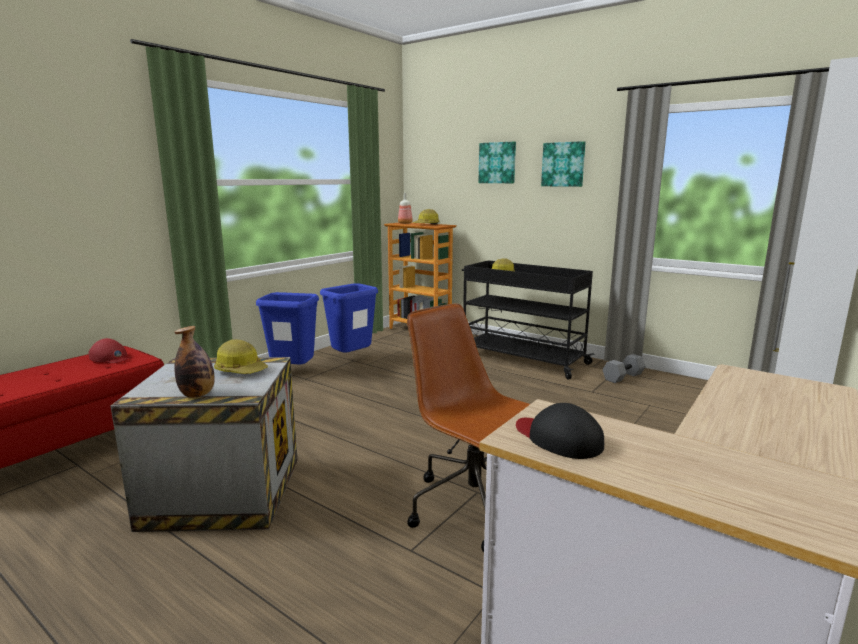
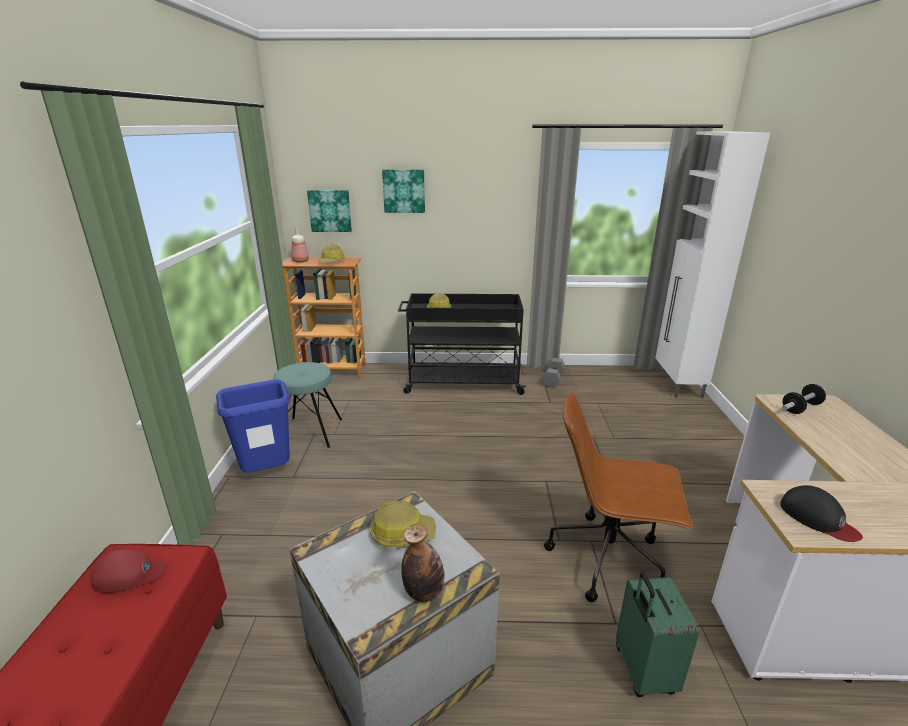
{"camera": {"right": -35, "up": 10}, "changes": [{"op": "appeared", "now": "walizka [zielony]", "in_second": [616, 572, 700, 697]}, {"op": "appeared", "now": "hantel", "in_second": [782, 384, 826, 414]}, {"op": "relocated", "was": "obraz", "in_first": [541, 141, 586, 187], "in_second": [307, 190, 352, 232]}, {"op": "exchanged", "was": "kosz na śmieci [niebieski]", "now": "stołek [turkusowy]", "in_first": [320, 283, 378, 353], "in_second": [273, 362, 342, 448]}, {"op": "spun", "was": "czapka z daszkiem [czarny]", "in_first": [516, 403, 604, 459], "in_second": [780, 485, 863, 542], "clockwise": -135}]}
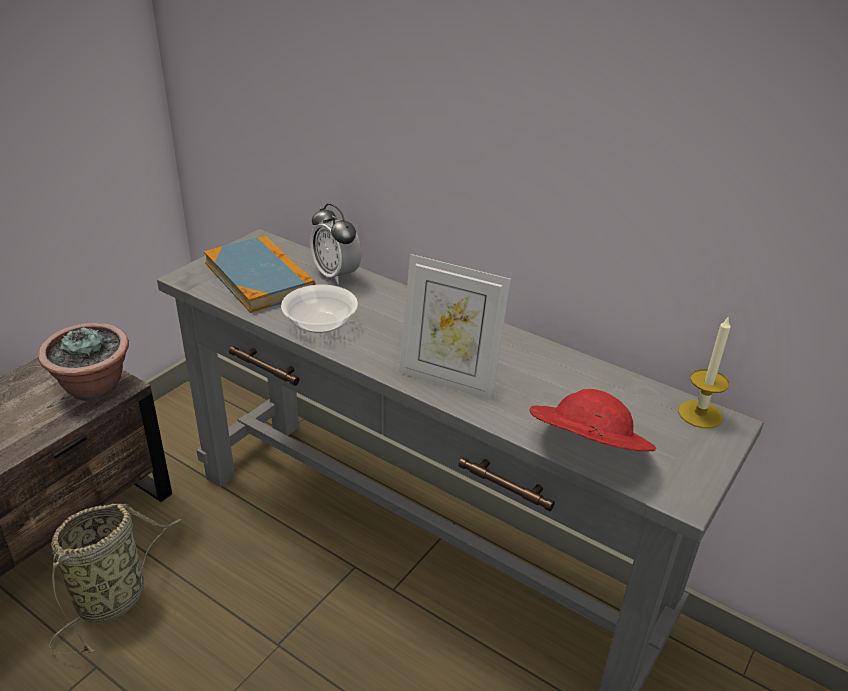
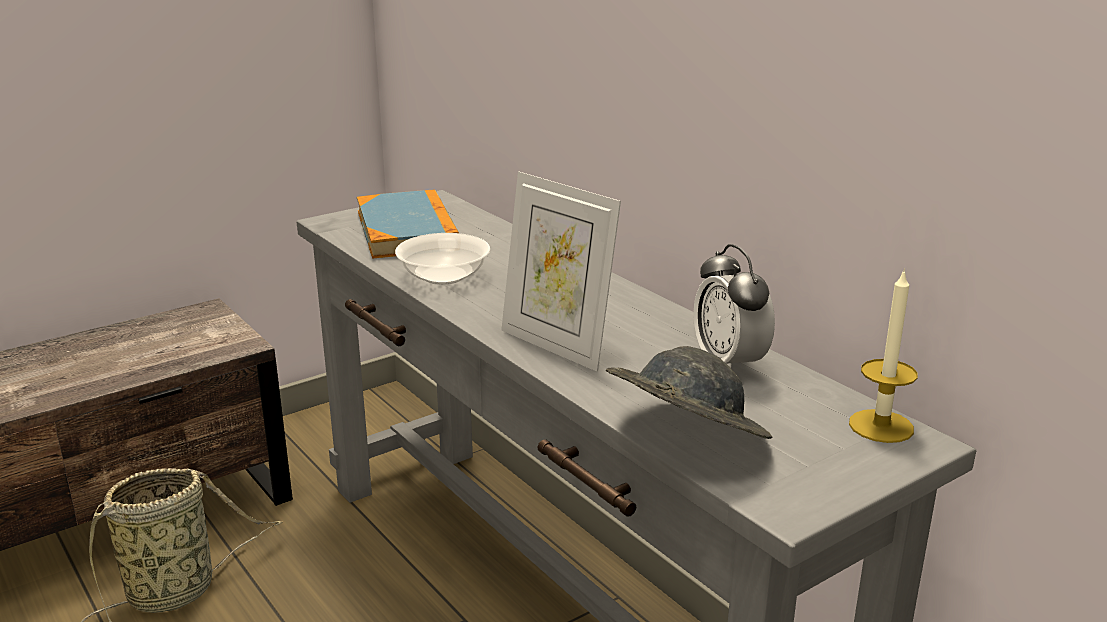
{"camera": {"right": 20, "up": -10}, "changes": [{"op": "missing", "was": "roślina doniczkowa", "in_first": [38, 323, 129, 401]}, {"op": "relocated", "was": "budzik", "in_first": [310, 203, 361, 284], "in_second": [693, 244, 775, 368]}, {"op": "colour", "was": "kapelusz [czerwony]", "now": "kapelusz [szary]", "in_first": [529, 389, 656, 451], "in_second": [606, 346, 772, 439]}]}
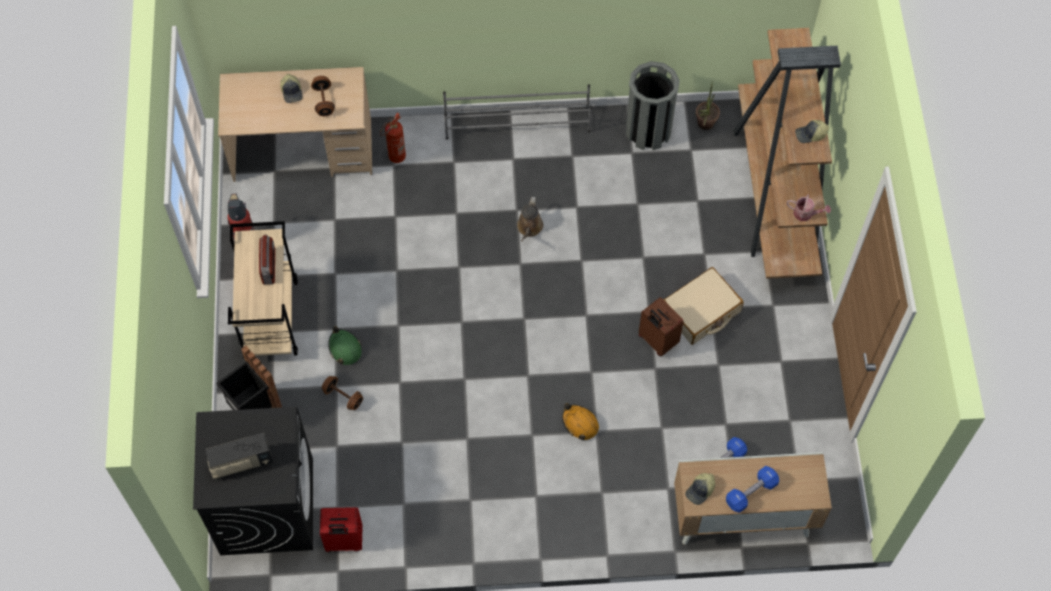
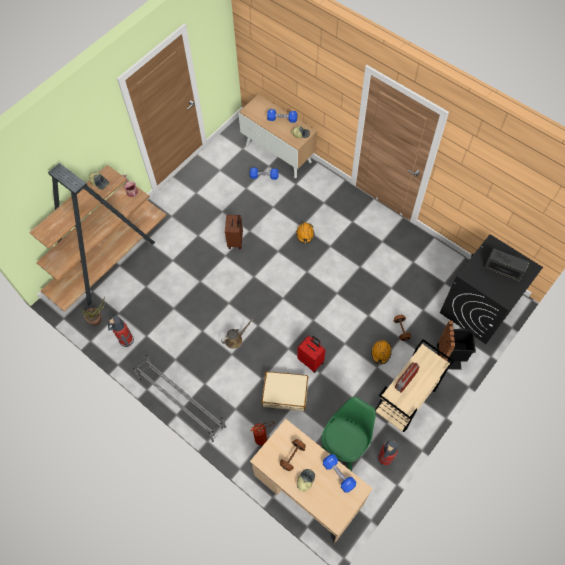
{"camera": {"right": -135, "up": 0}, "changes": [{"op": "appeared", "now": "krzesło [zielony]", "in_second": [321, 397, 376, 471]}, {"op": "appeared", "now": "hantel [niebieski]", "in_second": [323, 454, 356, 493]}, {"op": "relocated", "was": "walizka [czerwony]", "in_first": [320, 507, 363, 552], "in_second": [297, 336, 325, 373]}, {"op": "relocated", "was": "walizka [beżowy]", "in_first": [663, 267, 744, 345], "in_second": [262, 371, 308, 411]}, {"op": "exchanged", "was": "kosz na śmieci [szary]", "now": "gaśnica", "in_first": [626, 61, 680, 150], "in_second": [108, 316, 134, 347]}, {"op": "colour", "was": "kask [zielony]", "now": "kask [pomarańczowy]", "in_first": [328, 326, 362, 365], "in_second": [371, 340, 392, 364]}]}
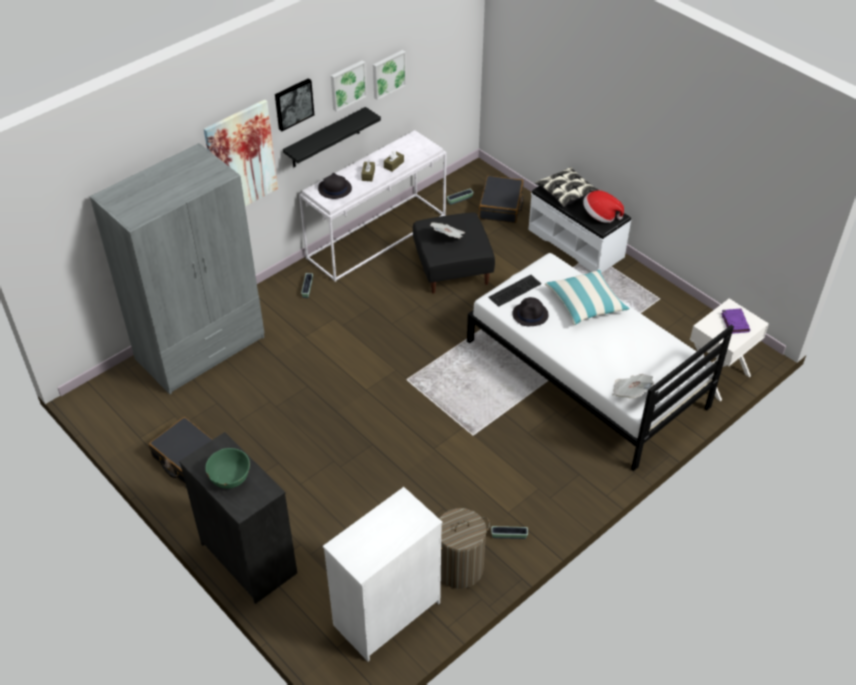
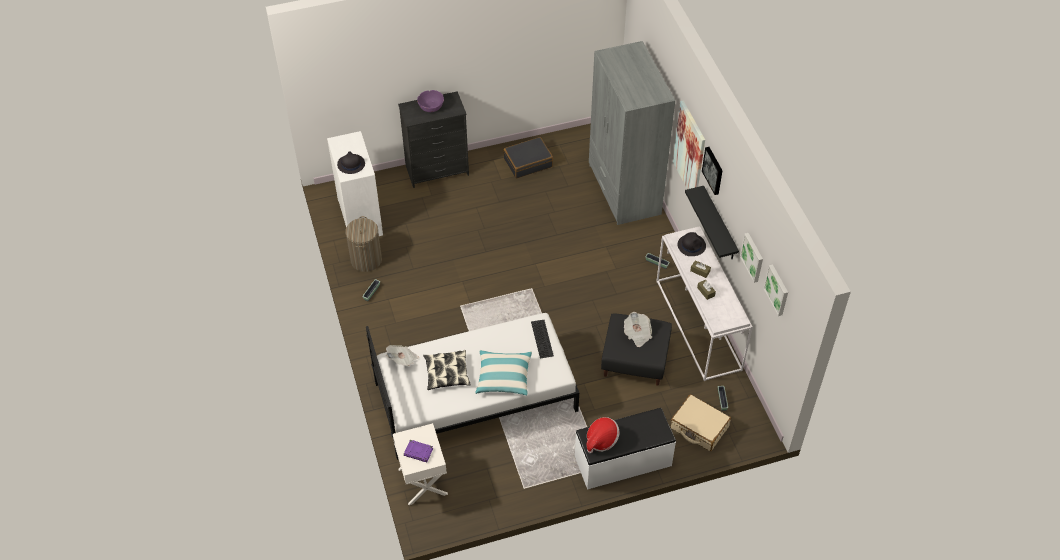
{"camera": {"right": 115, "up": 5}, "changes": [{"op": "relocated", "was": "obraz", "in_first": [331, 60, 367, 112], "in_second": [763, 264, 788, 316]}, {"op": "relocated", "was": "kapelusz [czarny]", "in_first": [512, 297, 549, 326], "in_second": [337, 151, 365, 174]}, {"op": "relocated", "was": "poduszka", "in_first": [535, 167, 598, 208], "in_second": [423, 350, 471, 390]}, {"op": "colour", "was": "miska [zielony]", "now": "miska [fioletowy]", "in_first": [205, 448, 250, 489], "in_second": [417, 90, 444, 112]}, {"op": "colour", "was": "walizka [czarny]", "now": "walizka [beżowy]", "in_first": [479, 176, 524, 223], "in_second": [670, 394, 731, 451]}]}
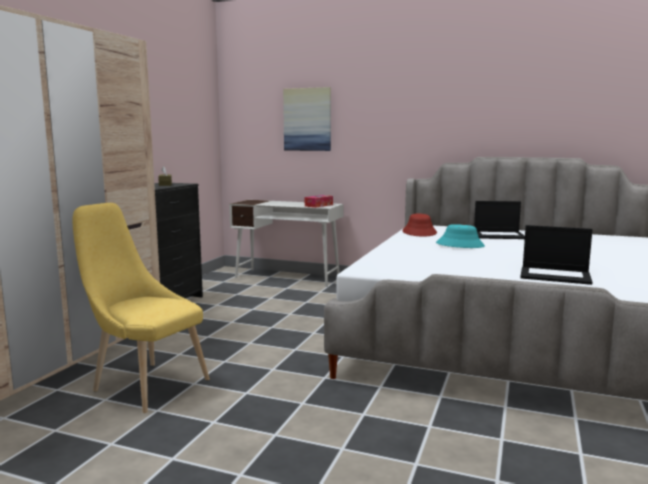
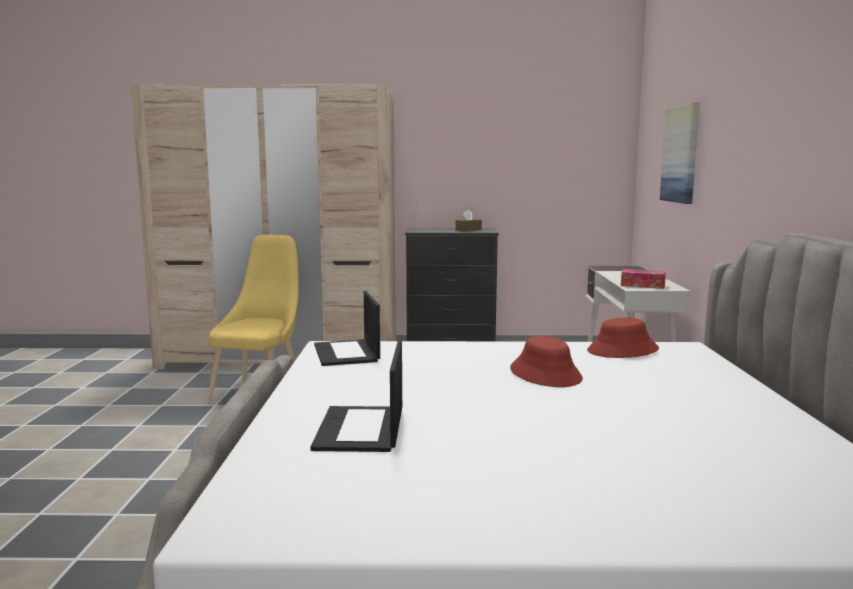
{"camera": {"right": 70, "up": 0}, "changes": [{"op": "relocated", "was": "laptop", "in_first": [474, 201, 525, 239], "in_second": [314, 291, 380, 366]}, {"op": "colour", "was": "kapelusz [turkusowy]", "now": "kapelusz [czerwony]", "in_first": [436, 224, 485, 248], "in_second": [510, 336, 583, 387]}]}
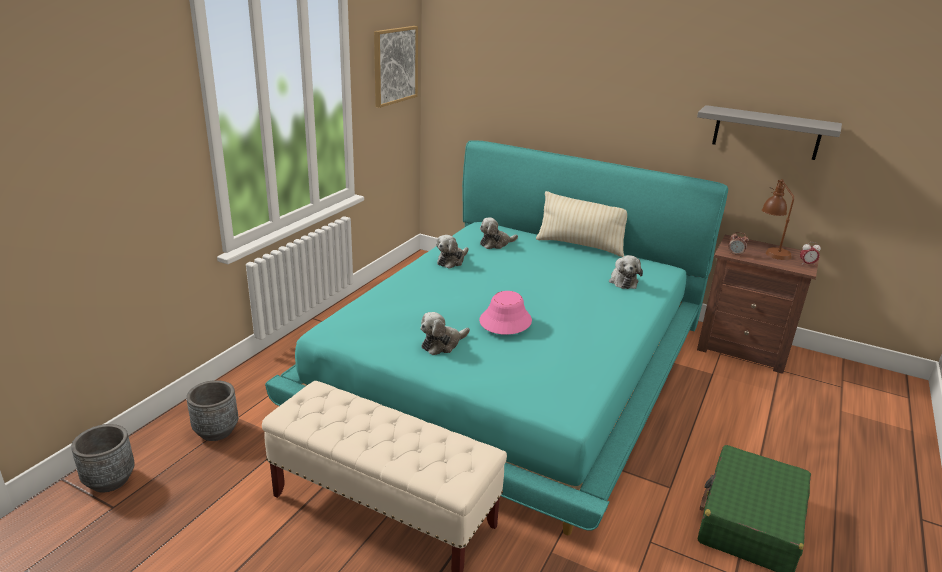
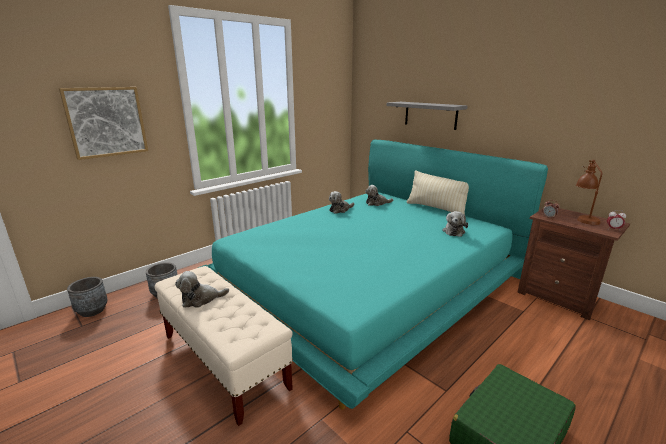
{"camera": {"right": 20, "up": -5}, "changes": [{"op": "missing", "was": "kapelusz [różowy]", "in_first": [479, 291, 532, 335]}, {"op": "relocated", "was": "obraz", "in_first": [374, 26, 418, 108], "in_second": [59, 87, 148, 160]}, {"op": "relocated", "was": "pluszak", "in_first": [421, 312, 470, 355], "in_second": [175, 271, 229, 308]}, {"op": "relocated", "was": "półka [szary]", "in_first": [697, 105, 842, 160], "in_second": [387, 102, 467, 130]}]}
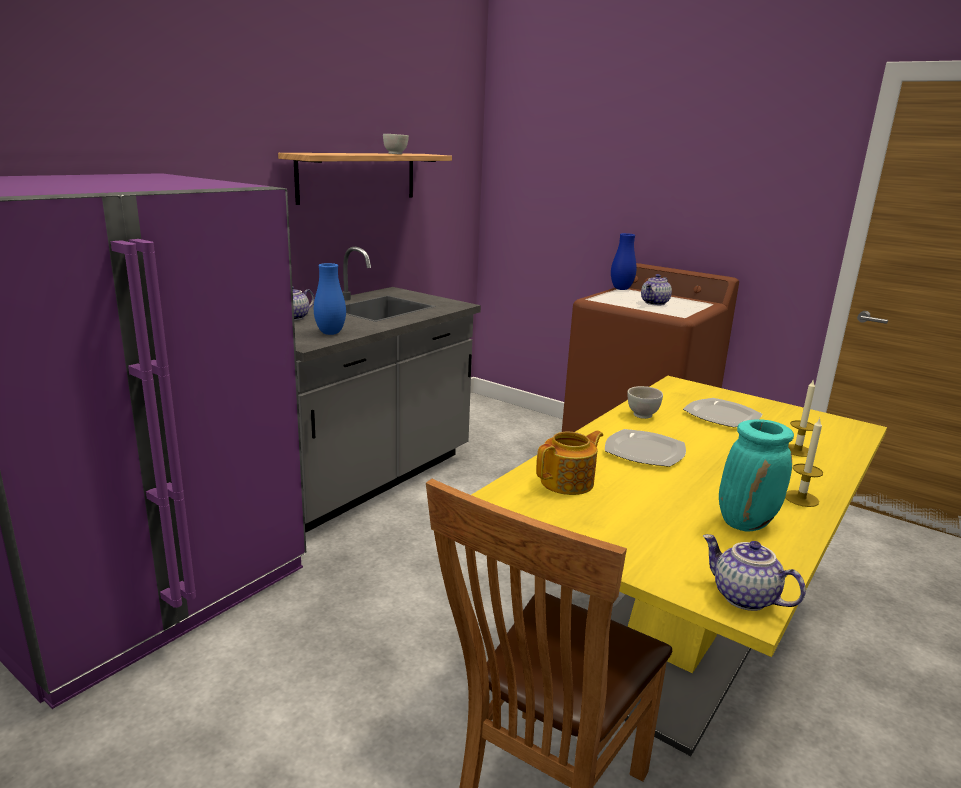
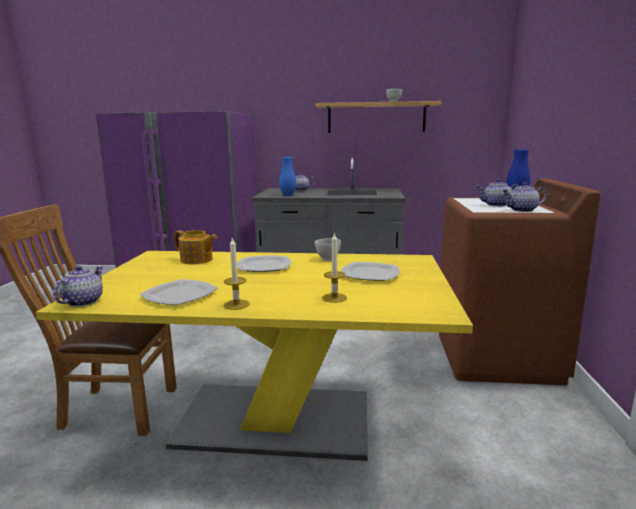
{"camera": {"right": 60, "up": -5}, "changes": [{"op": "appeared", "now": "imbryk", "in_second": [501, 182, 547, 212]}, {"op": "exchanged", "was": "wazon [turkusowy]", "now": "talerz", "in_first": [719, 419, 794, 532], "in_second": [139, 279, 218, 305]}]}
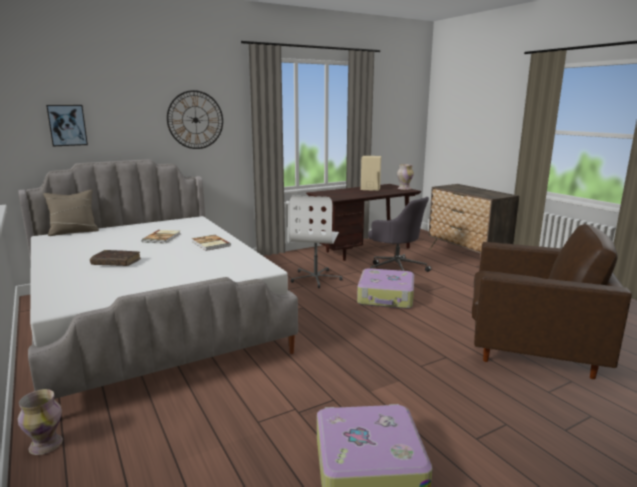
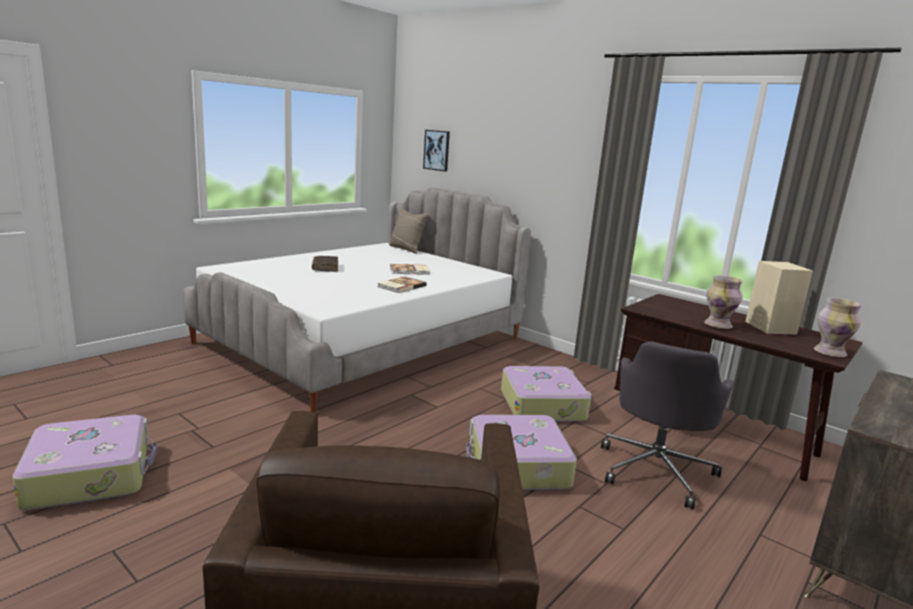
{"camera": {"right": 70, "up": 0}, "changes": [{"op": "missing", "was": "zegar ścienny", "in_first": [167, 90, 223, 149]}, {"op": "relocated", "was": "wazon", "in_first": [18, 389, 63, 455], "in_second": [704, 275, 743, 329]}, {"op": "exchanged", "was": "krzesło biurowe [biały]", "now": "walizka", "in_first": [289, 196, 342, 288], "in_second": [501, 366, 592, 422]}]}
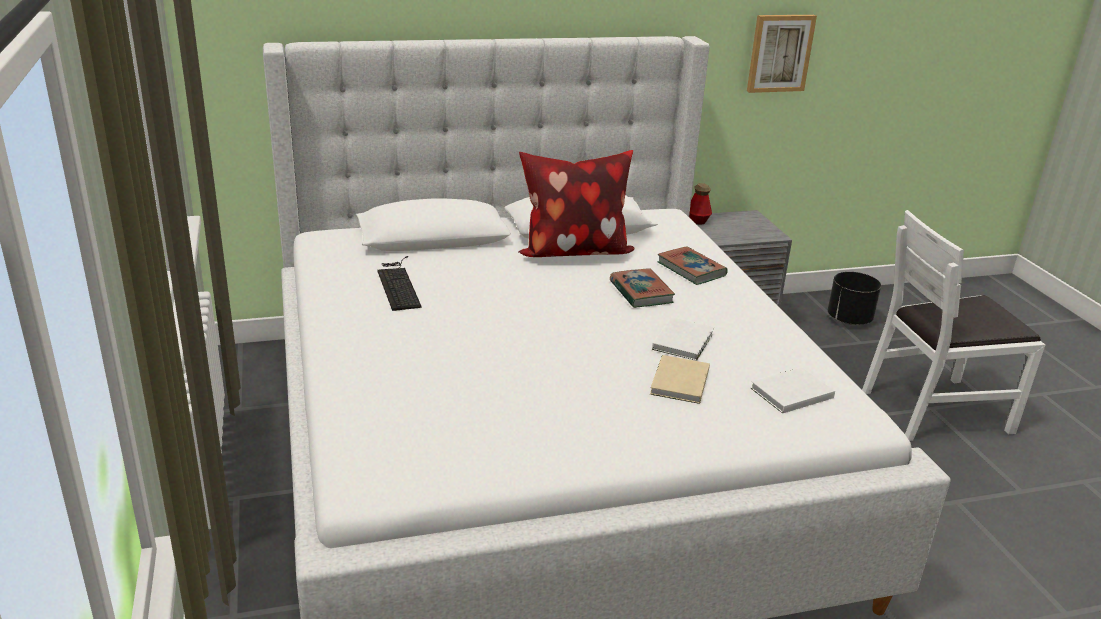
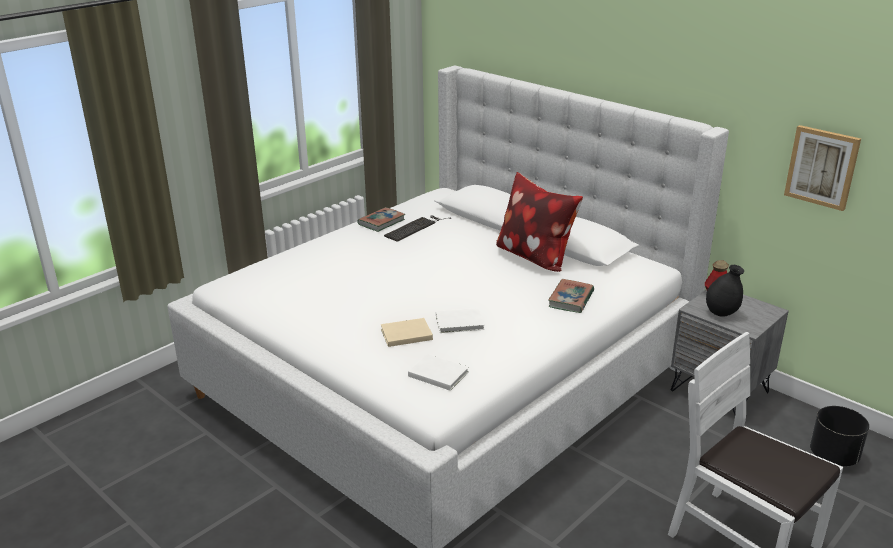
{"camera": {"right": 60, "up": 0}, "changes": [{"op": "appeared", "now": "wazon [czarny]", "in_second": [706, 265, 744, 317]}, {"op": "relocated", "was": "książka", "in_first": [610, 268, 675, 308], "in_second": [357, 207, 405, 232]}]}
